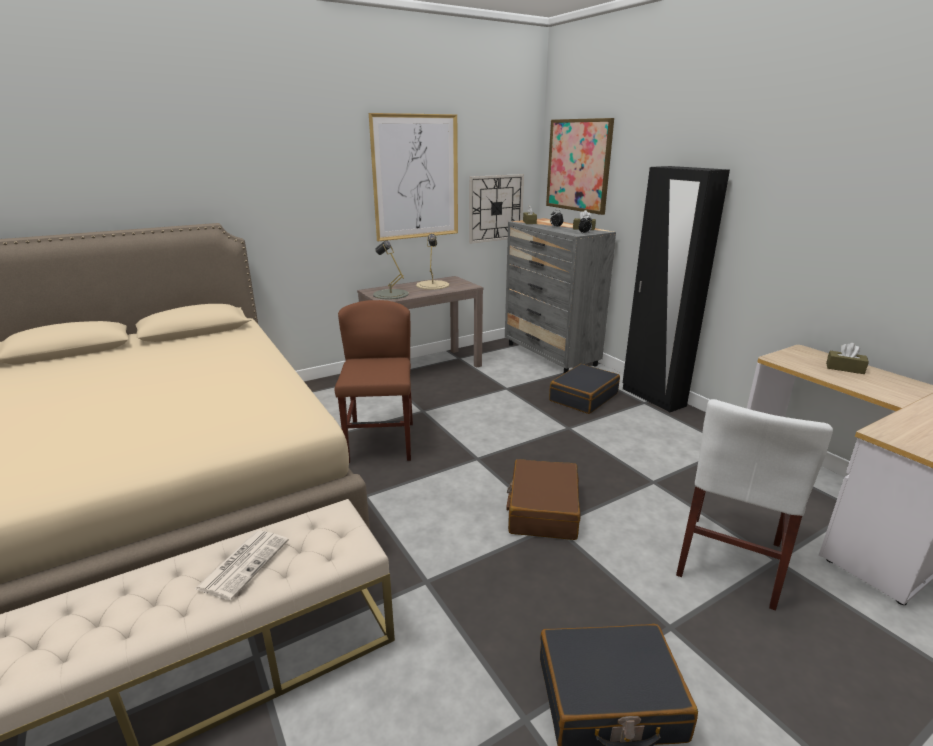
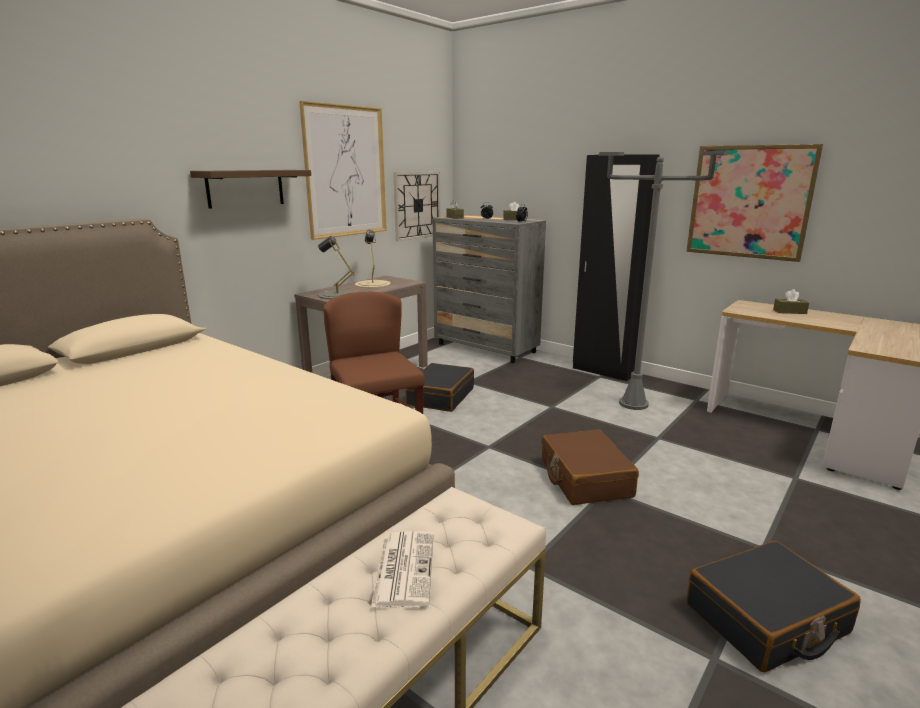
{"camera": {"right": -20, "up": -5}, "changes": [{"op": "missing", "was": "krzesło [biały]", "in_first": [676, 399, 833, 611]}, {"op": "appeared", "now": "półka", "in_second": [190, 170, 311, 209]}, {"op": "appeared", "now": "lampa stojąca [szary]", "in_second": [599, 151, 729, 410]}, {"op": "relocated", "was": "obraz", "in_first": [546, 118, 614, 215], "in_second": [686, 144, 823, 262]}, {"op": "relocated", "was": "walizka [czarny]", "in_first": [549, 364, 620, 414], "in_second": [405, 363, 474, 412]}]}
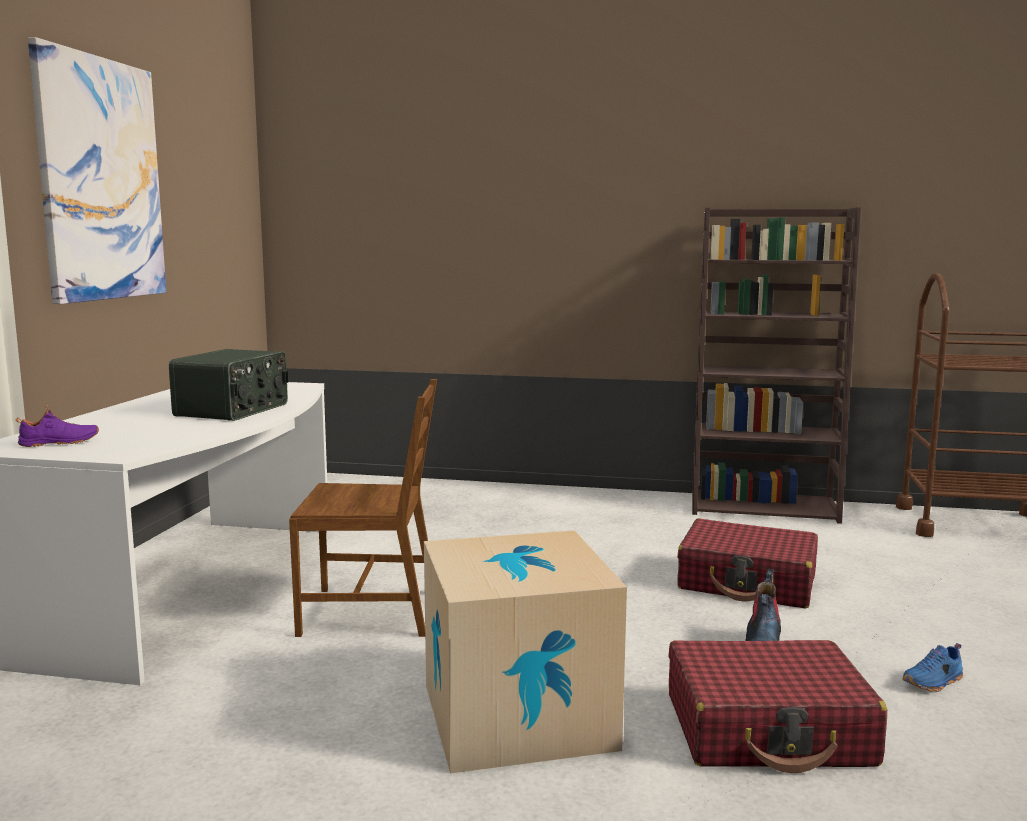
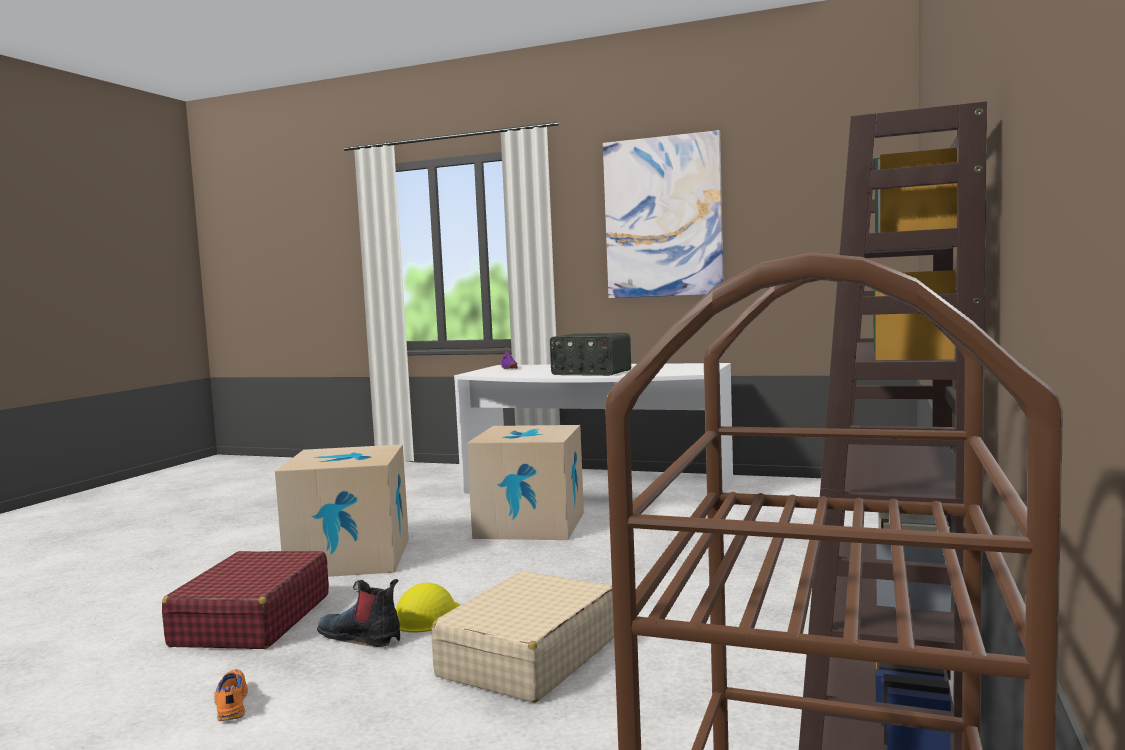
{"camera": {"right": 100, "up": -5}, "changes": [{"op": "appeared", "now": "kask [żółty]", "in_second": [396, 583, 460, 632]}, {"op": "exchanged", "was": "krzesło [brązowy]", "now": "karton", "in_first": [289, 379, 437, 637], "in_second": [467, 425, 584, 540]}, {"op": "colour", "was": "walizka [czerwony]", "now": "walizka [beżowy]", "in_first": [677, 518, 818, 608], "in_second": [431, 571, 614, 703]}, {"op": "colour", "was": "but [niebieski]", "now": "but [pomarańczowy]", "in_first": [903, 643, 963, 692], "in_second": [214, 669, 248, 721]}]}
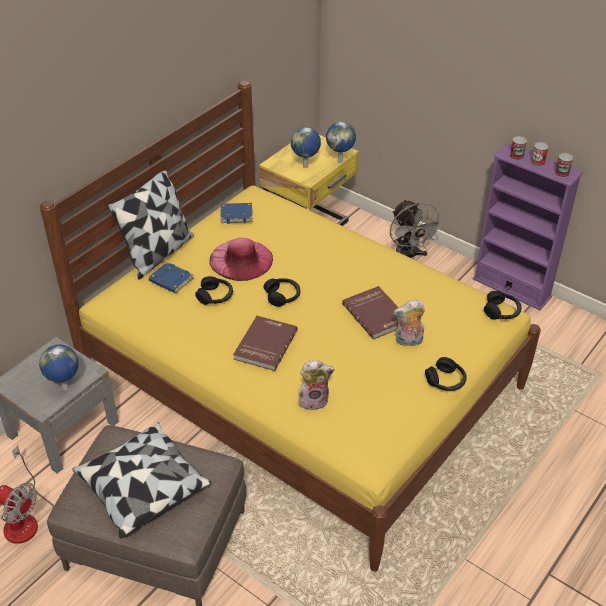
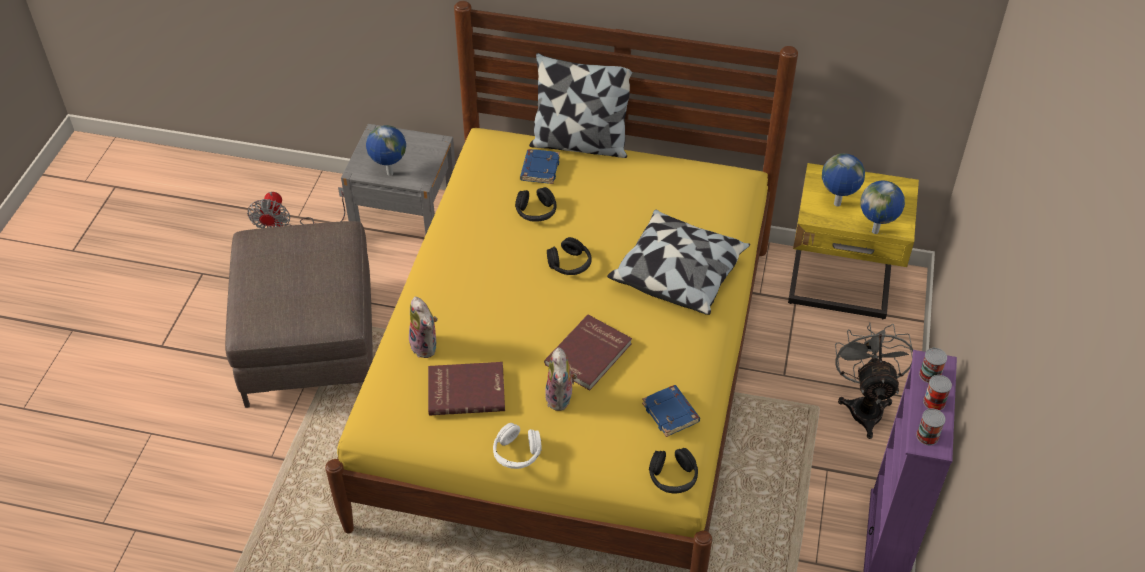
{"camera": {"right": 65, "up": 5}, "changes": [{"op": "missing", "was": "kapelusz [różowy]", "in_first": [210, 238, 273, 281]}, {"op": "relocated", "was": "poduszka", "in_first": [72, 422, 211, 539], "in_second": [607, 210, 750, 315]}, {"op": "relocated", "was": "książka [niebieski]", "in_first": [220, 203, 253, 224], "in_second": [642, 385, 700, 437]}, {"op": "relocated", "was": "książka [czerwony]", "in_first": [233, 316, 298, 371], "in_second": [428, 362, 505, 416]}, {"op": "colour", "was": "słuchawki [czarny]", "now": "słuchawki [biały]", "in_first": [425, 357, 467, 391], "in_second": [493, 423, 542, 469]}, {"op": "spun", "was": "wentylator [szary]", "in_first": [390, 199, 444, 258], "in_second": [835, 322, 913, 439], "clockwise": 135}, {"op": "spun", "was": "pluszak", "in_first": [393, 300, 425, 346], "in_second": [545, 347, 577, 411], "clockwise": -150}]}
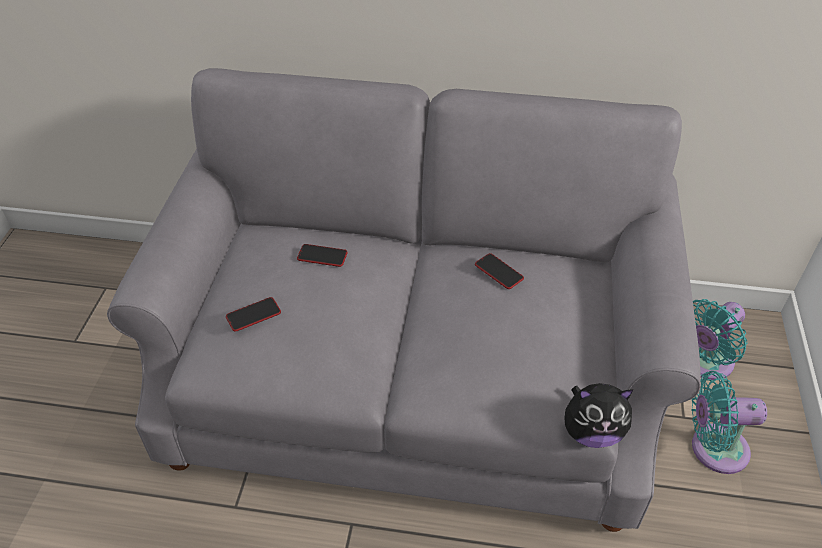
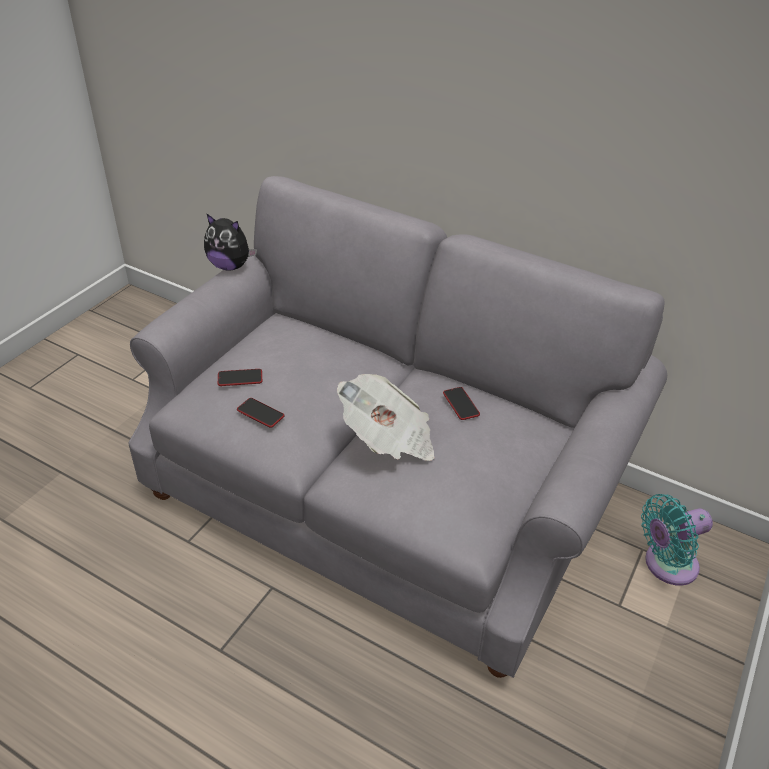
{"camera": {"right": 20, "up": -5}, "changes": [{"op": "missing", "was": "wentylator [turkusowy]", "in_first": [692, 371, 767, 474]}, {"op": "appeared", "now": "gazeta", "in_second": [337, 374, 435, 461]}, {"op": "relocated", "was": "telefon", "in_first": [297, 244, 348, 267], "in_second": [237, 398, 284, 428]}, {"op": "relocated", "was": "pluszak", "in_first": [564, 383, 634, 448], "in_second": [204, 213, 257, 271]}]}
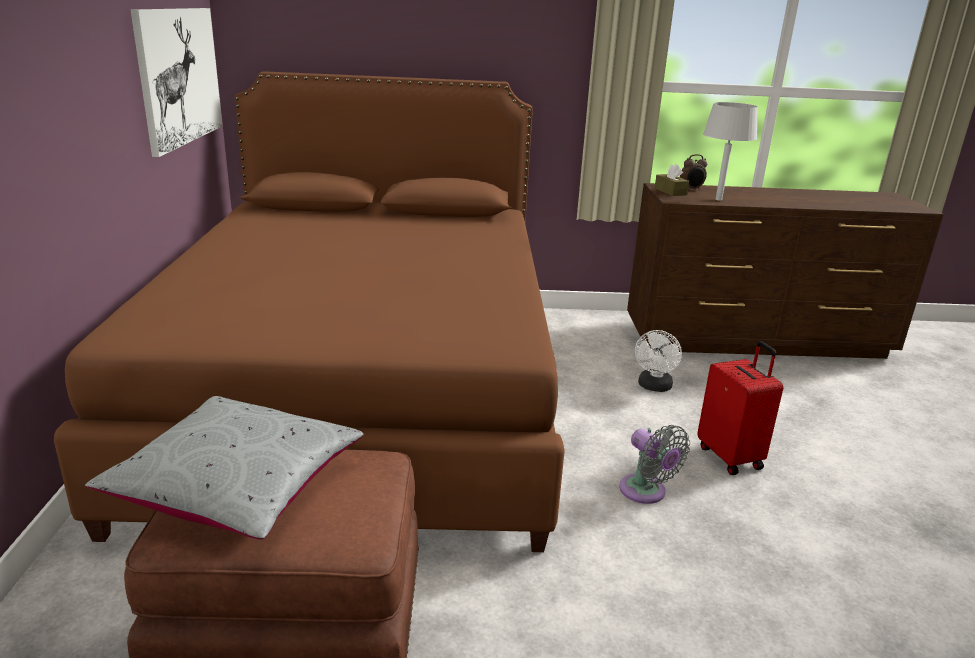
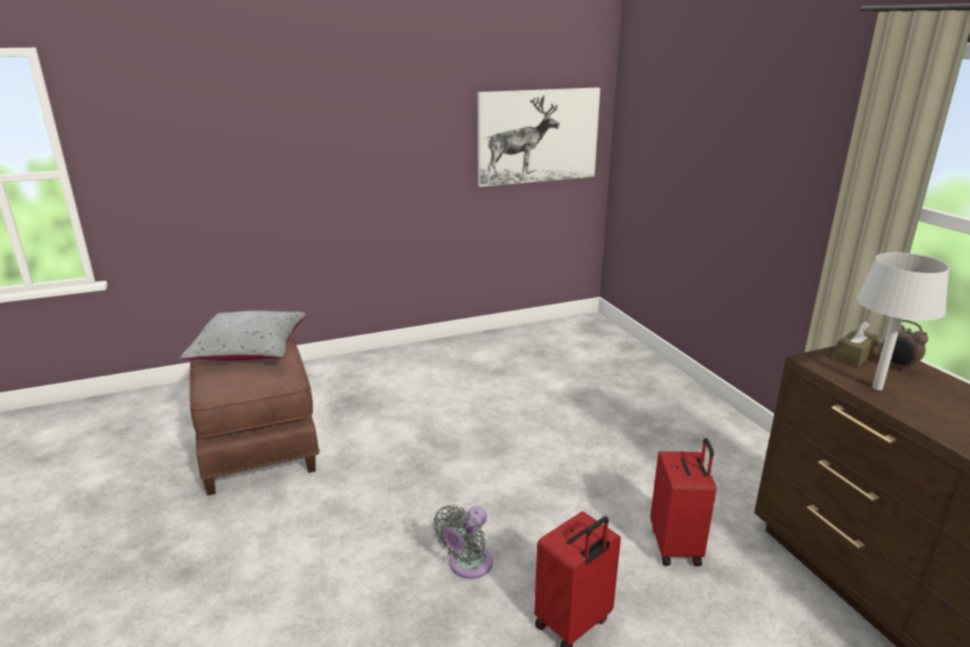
{"camera": {"right": 70, "up": 0}, "changes": [{"op": "missing", "was": "łóżko [brązowy]", "in_first": [54, 71, 565, 552]}, {"op": "exchanged", "was": "wentylator [biały]", "now": "walizka [czerwony]", "in_first": [635, 330, 682, 392], "in_second": [650, 438, 716, 566]}]}
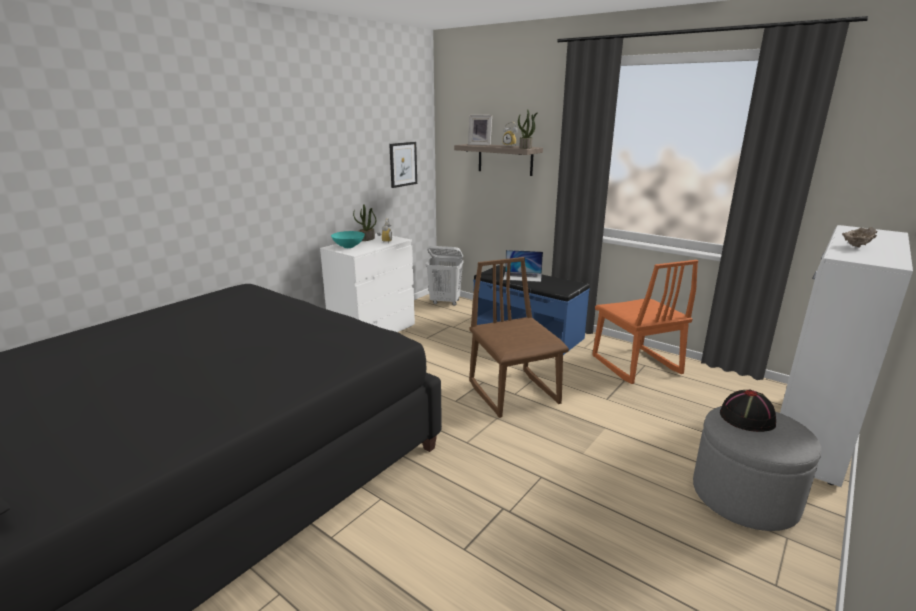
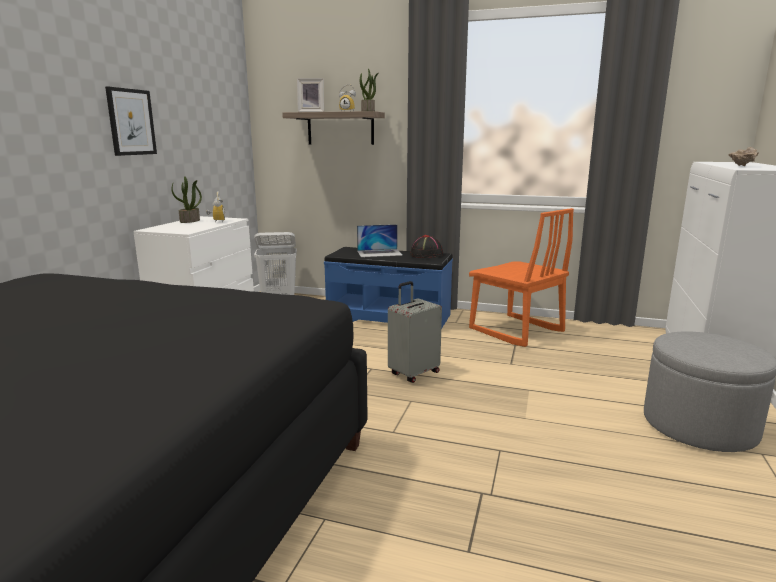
{"camera": {"right": -20, "up": -5}, "changes": [{"op": "missing", "was": "miska [turkusowy]", "in_first": [331, 231, 365, 248]}, {"op": "relocated", "was": "obraz", "in_first": [389, 142, 417, 188], "in_second": [105, 86, 157, 156]}, {"op": "relocated", "was": "kapelusz [czarny]", "in_first": [720, 390, 776, 432], "in_second": [410, 235, 443, 258]}, {"op": "exchanged", "was": "krzesło [brązowy]", "now": "walizka [szary]", "in_first": [469, 257, 569, 418], "in_second": [388, 281, 442, 383]}]}
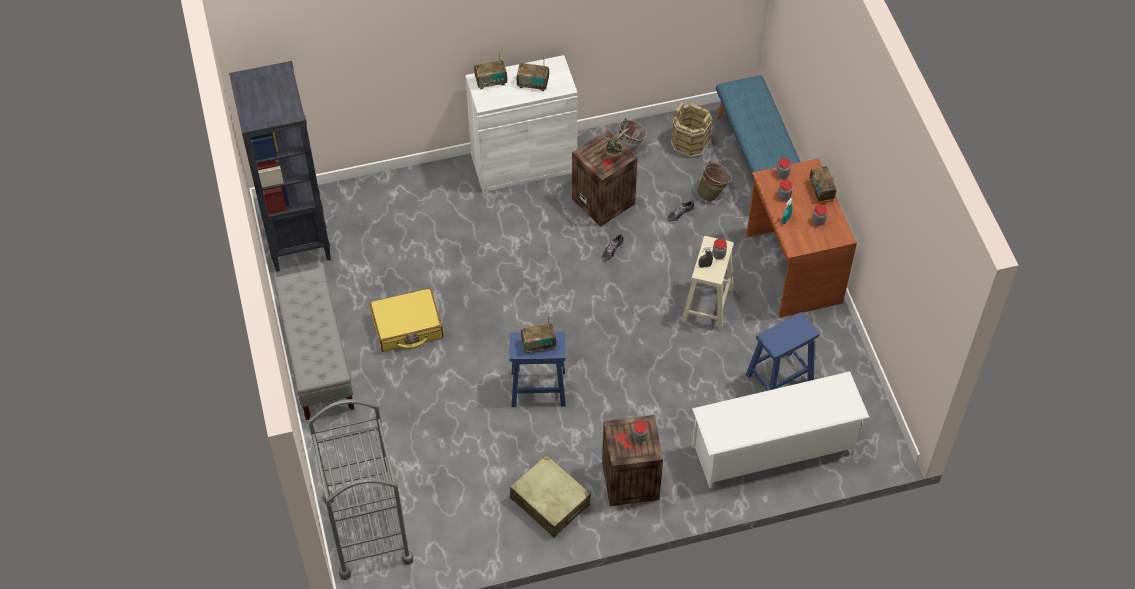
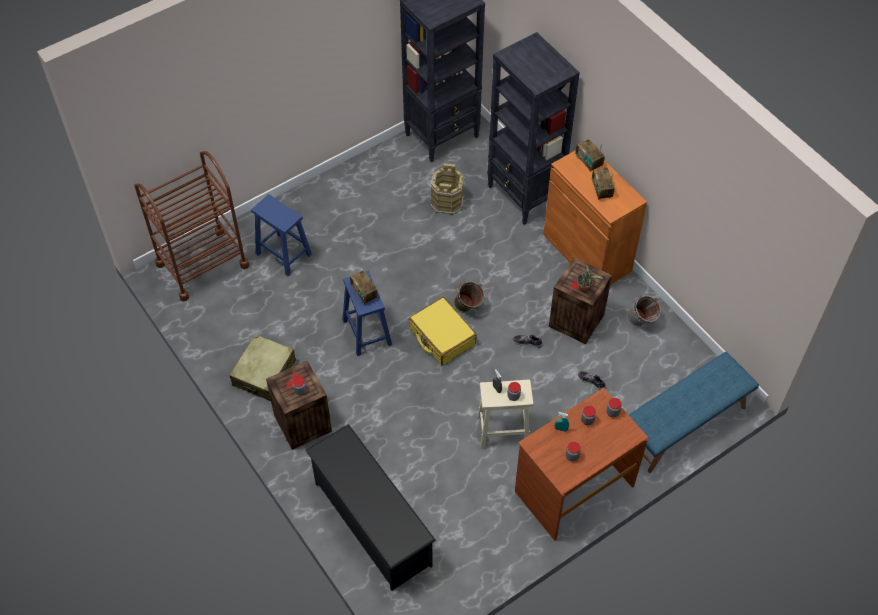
{"camera": {"right": 70, "up": 0}, "changes": [{"op": "missing", "was": "ławka [szary]", "in_first": [274, 268, 354, 420]}, {"op": "missing", "was": "radio", "in_first": [809, 166, 836, 202]}, {"op": "appeared", "now": "regał [czarny]", "in_second": [487, 32, 580, 225]}, {"op": "relocated", "was": "walizka [żółty]", "in_first": [369, 288, 444, 352], "in_second": [409, 297, 477, 365]}, {"op": "relocated", "was": "wiadro [brązowy]", "in_first": [671, 102, 712, 158], "in_second": [431, 163, 465, 215]}, {"op": "relocated", "was": "wiadro [zielony]", "in_first": [697, 161, 732, 202], "in_second": [454, 281, 485, 312]}, {"op": "relocated", "was": "stołek [niebieski]", "in_first": [746, 312, 819, 391], "in_second": [251, 194, 312, 276]}, {"op": "colour", "was": "wózek [szary]", "now": "wózek [brązowy]", "in_first": [308, 399, 414, 580], "in_second": [134, 151, 249, 301]}, {"op": "colour", "was": "szafka [biały]", "now": "szafka [pomarańczowy]", "in_first": [466, 55, 578, 192], "in_second": [543, 150, 647, 285]}, {"op": "colour", "was": "regał na buty [biały]", "now": "regał na buty [czarny]", "in_first": [692, 371, 870, 488], "in_second": [305, 424, 436, 591]}]}
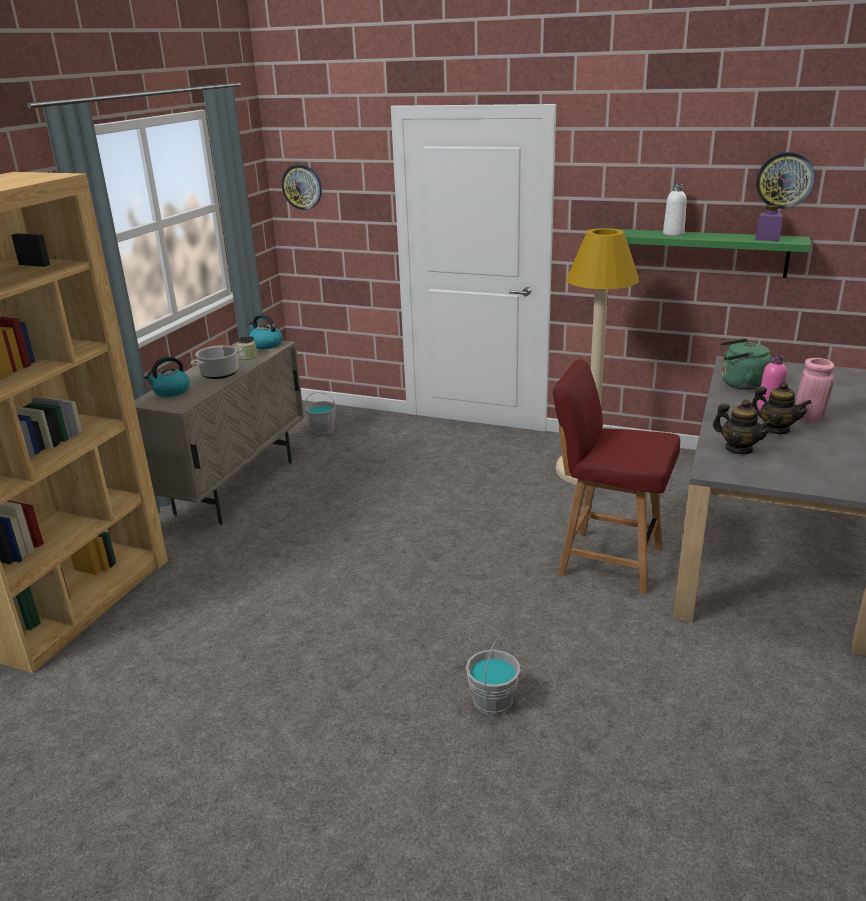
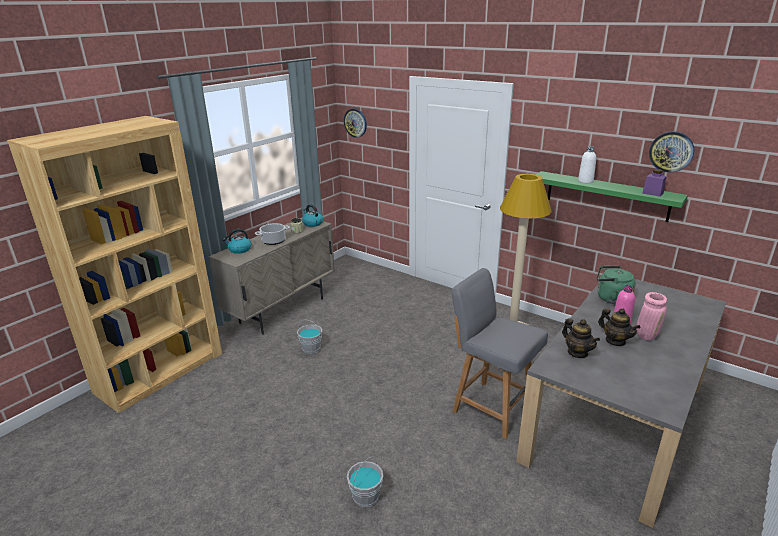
{"camera": {"right": 15, "up": 0}, "changes": [{"op": "relocated", "was": "wiadro [szary]", "in_first": [305, 392, 336, 435], "in_second": [297, 320, 322, 354]}, {"op": "colour", "was": "krzesło [czerwony]", "now": "krzesło [szary]", "in_first": [553, 359, 680, 594], "in_second": [451, 268, 548, 439]}]}
